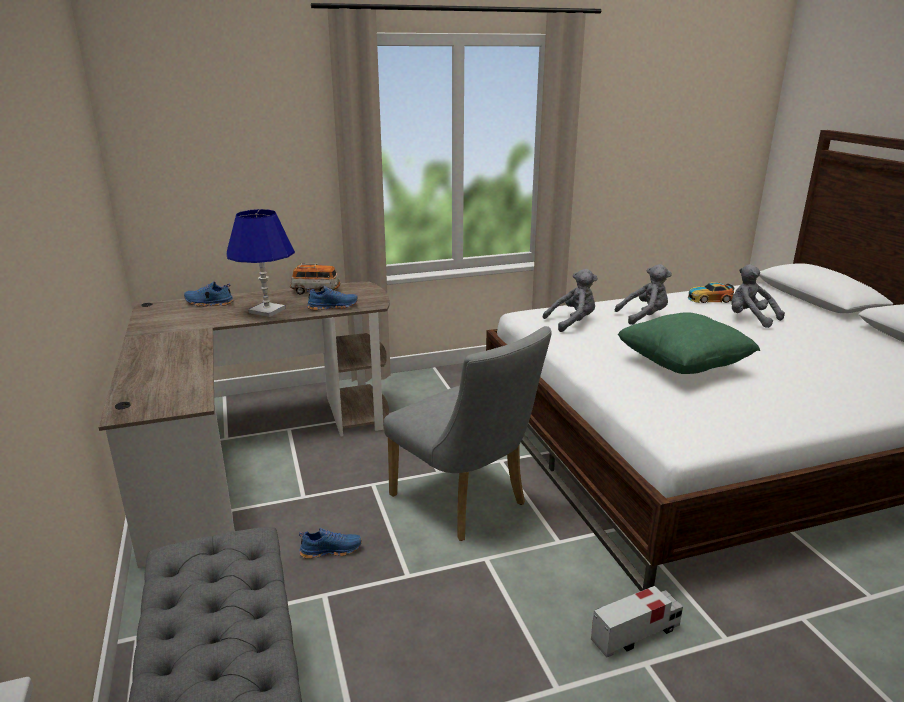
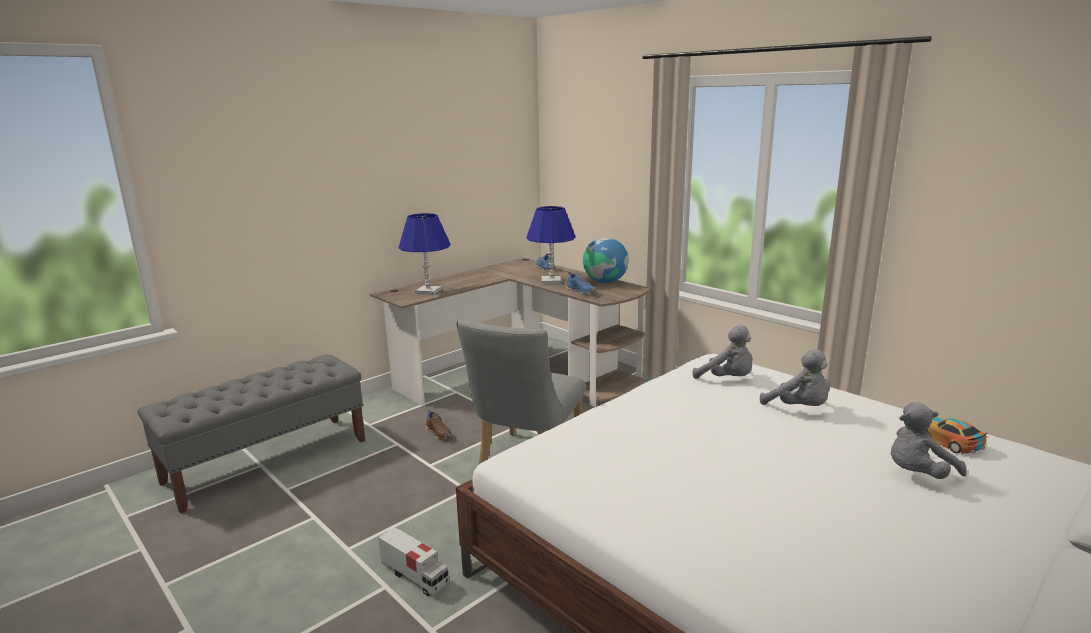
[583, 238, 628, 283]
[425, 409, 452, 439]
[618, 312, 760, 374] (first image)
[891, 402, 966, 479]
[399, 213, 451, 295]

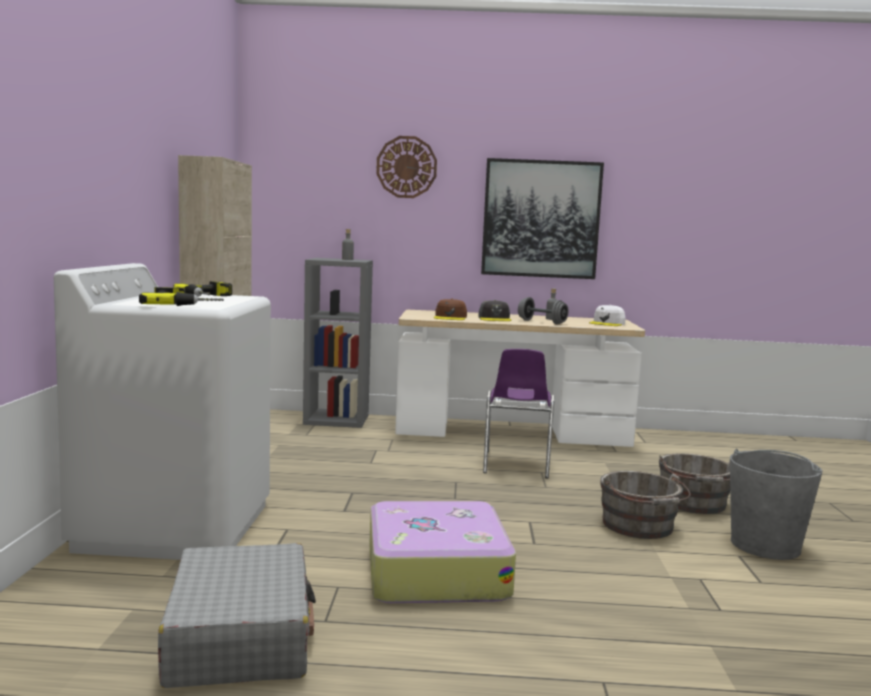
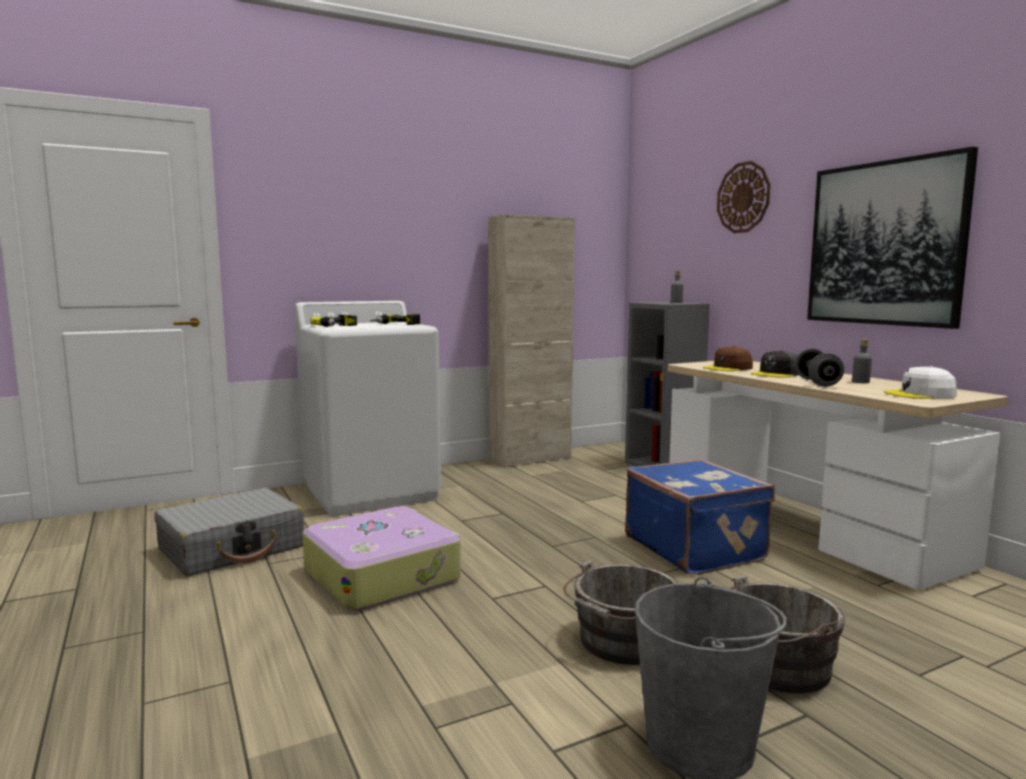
[625, 459, 775, 575]

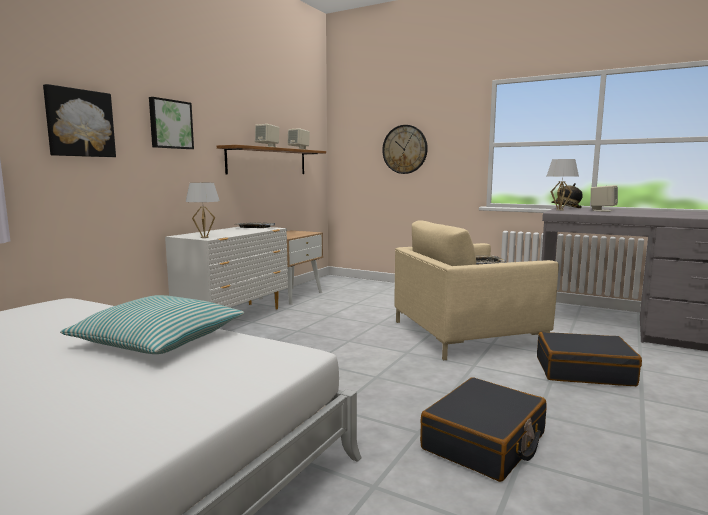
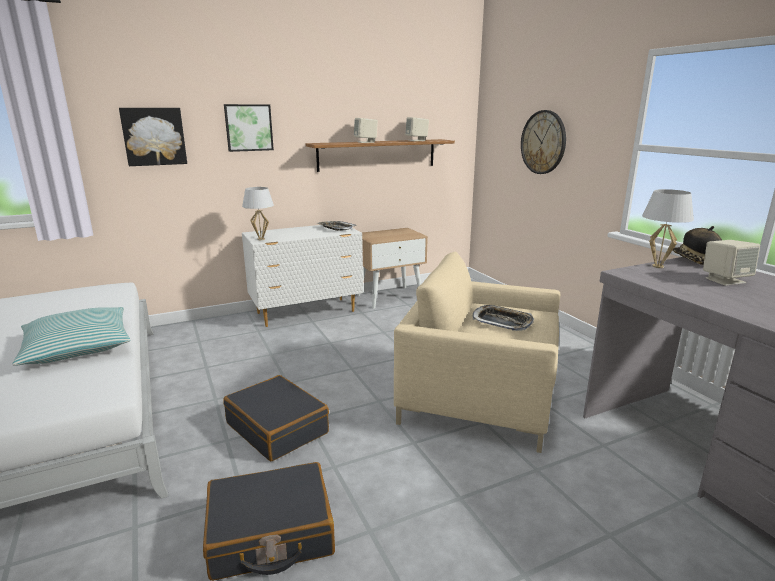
[223, 375, 329, 461]

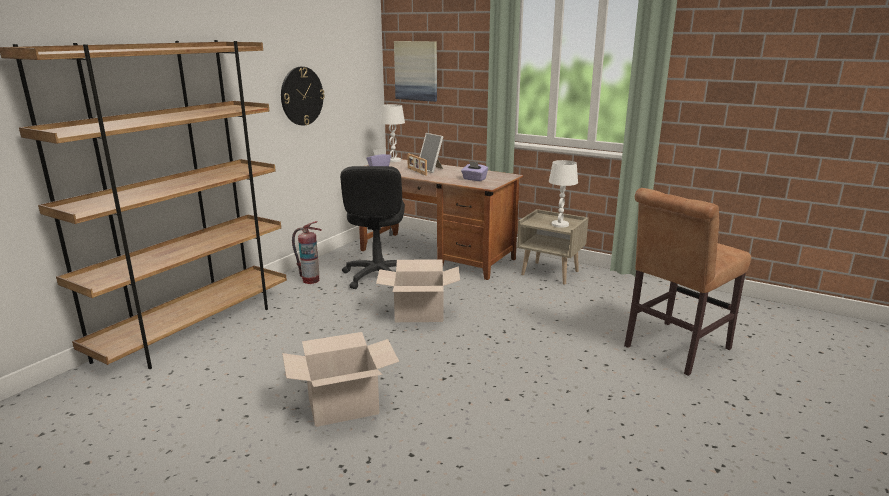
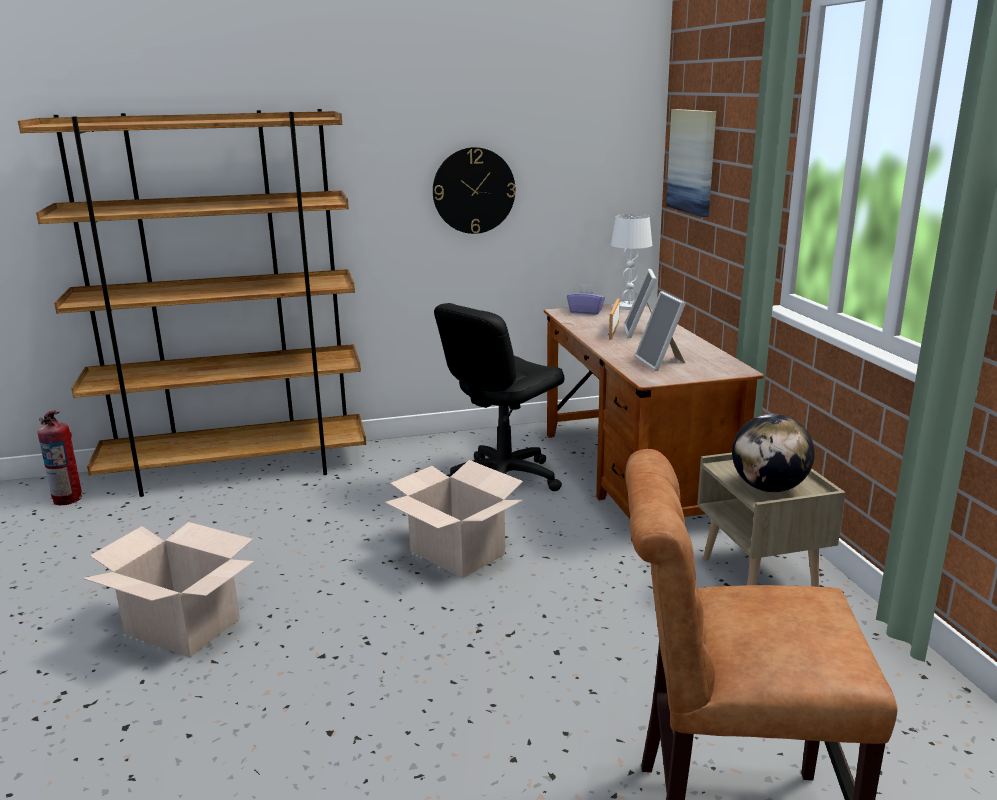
[37, 410, 82, 505]
[635, 291, 686, 371]
[732, 414, 815, 492]

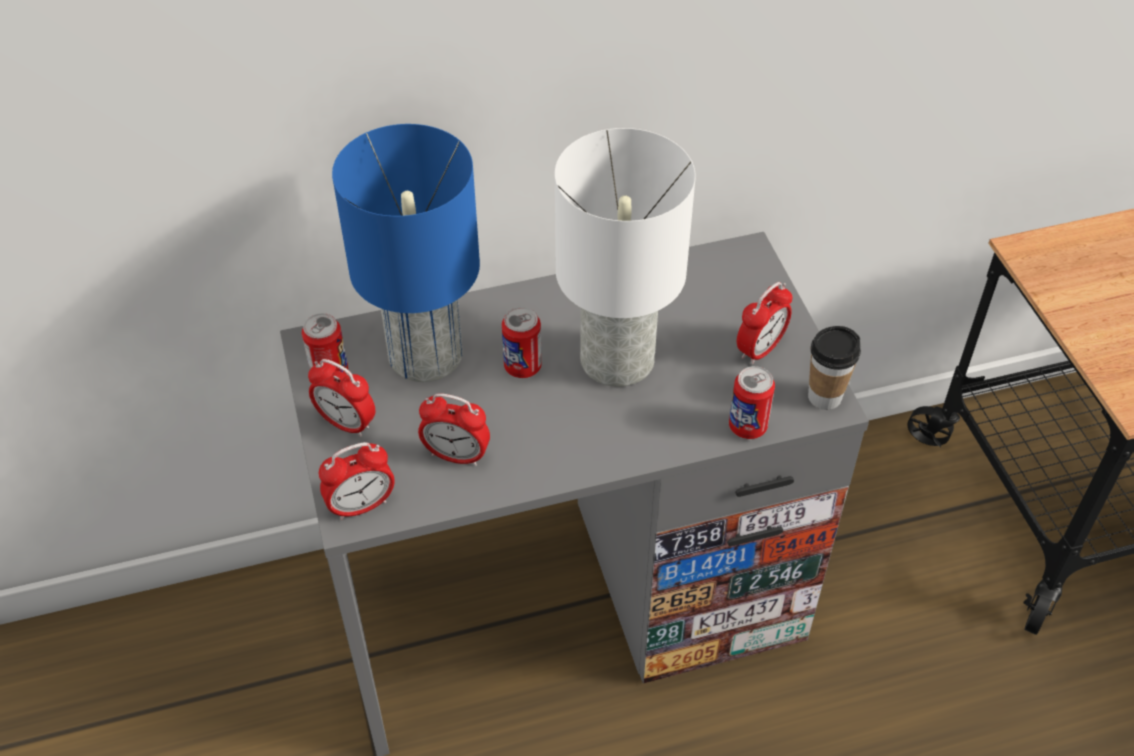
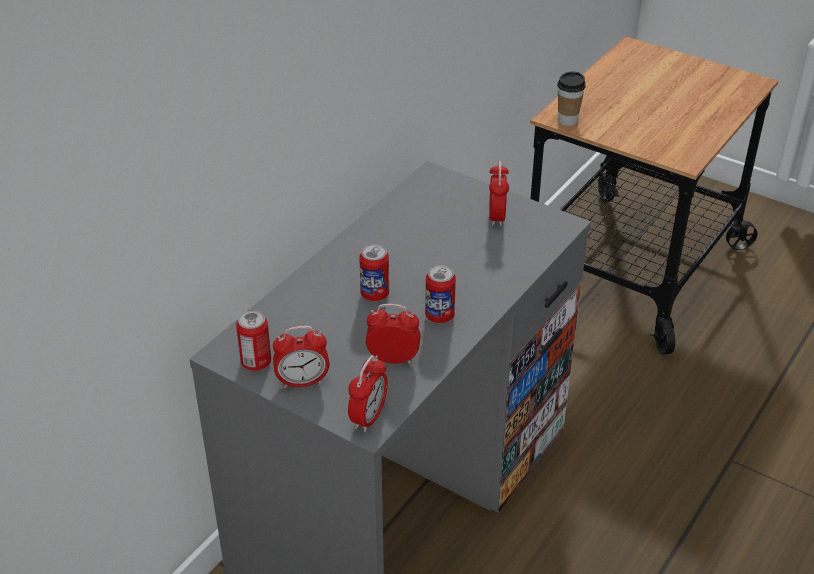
[332, 124, 480, 382] (first image)
[366, 304, 421, 365]
[555, 128, 696, 387] (first image)
[425, 265, 456, 323]
[557, 71, 586, 126]

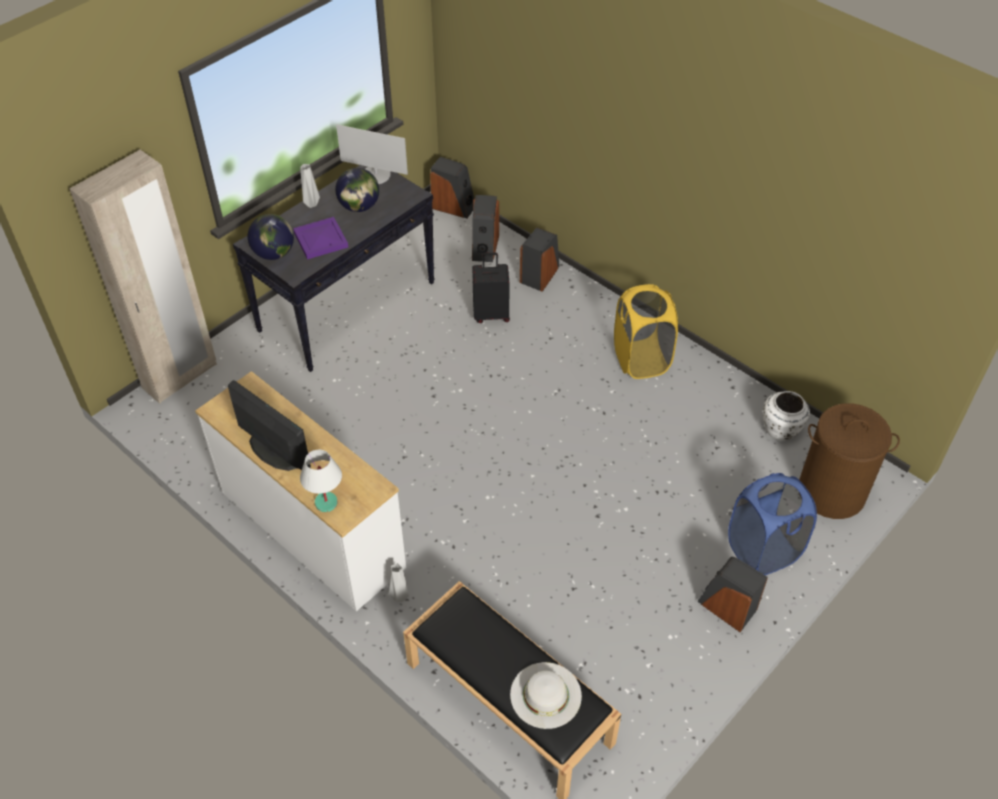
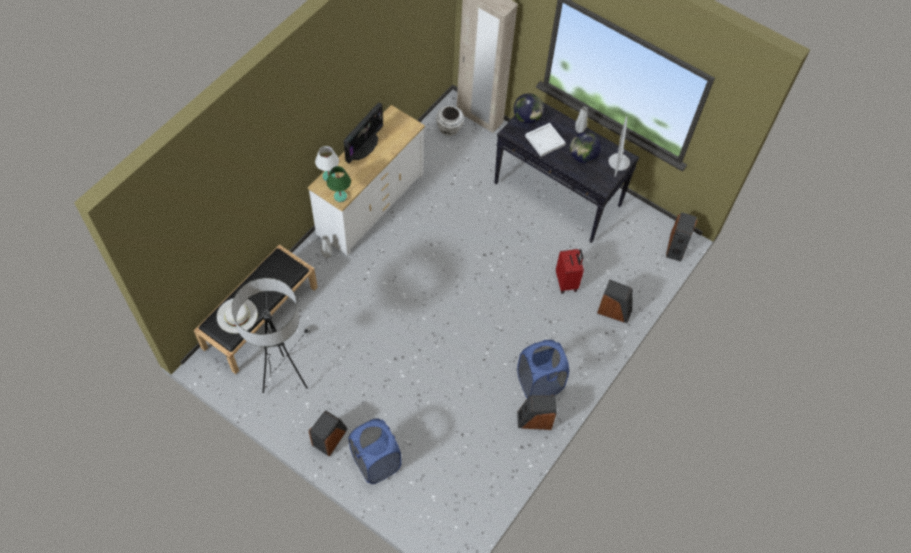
[525, 123, 566, 157]
[517, 395, 557, 430]
[556, 249, 584, 294]
[517, 340, 569, 398]
[436, 106, 464, 136]
[799, 403, 900, 519] (first image)
[232, 278, 311, 393]
[327, 166, 351, 202]

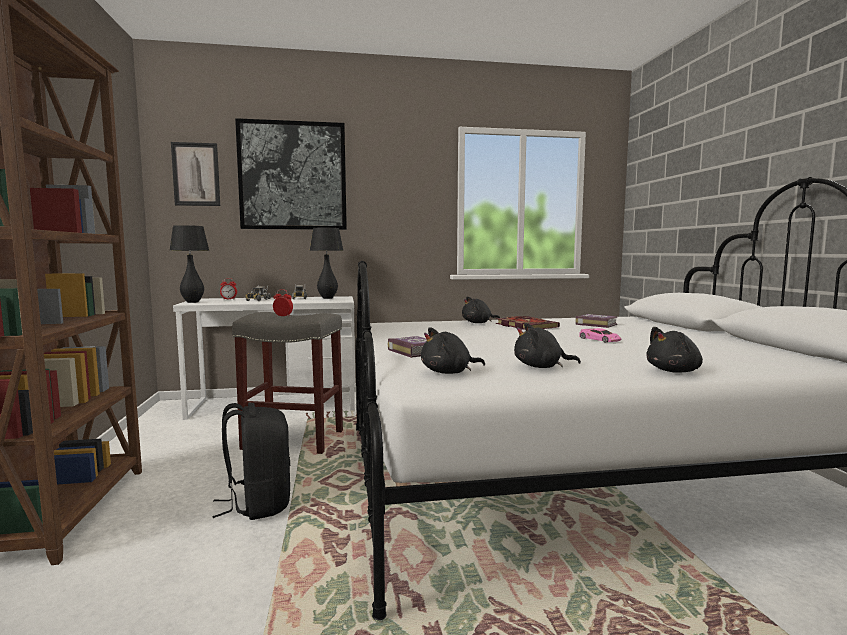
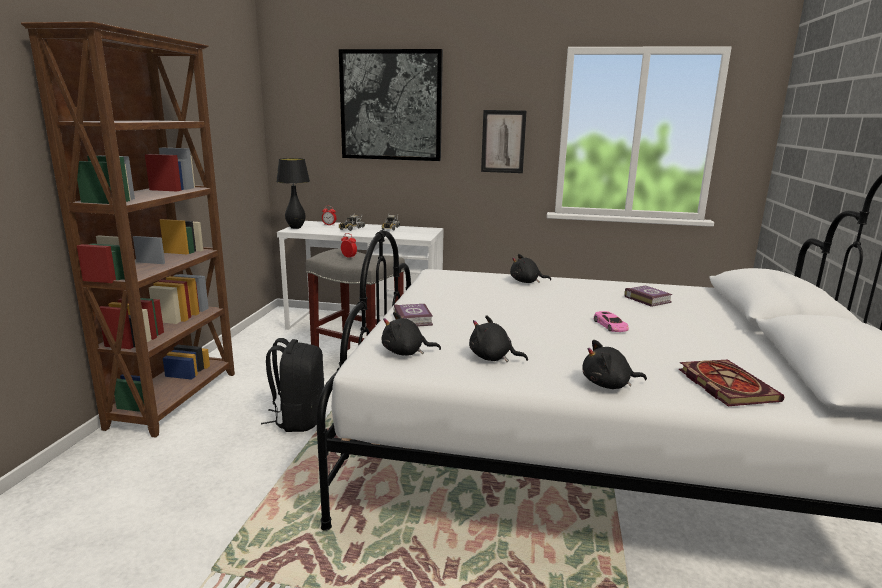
[481, 110, 527, 173]
[310, 228, 344, 299] (first image)
[679, 359, 784, 406]

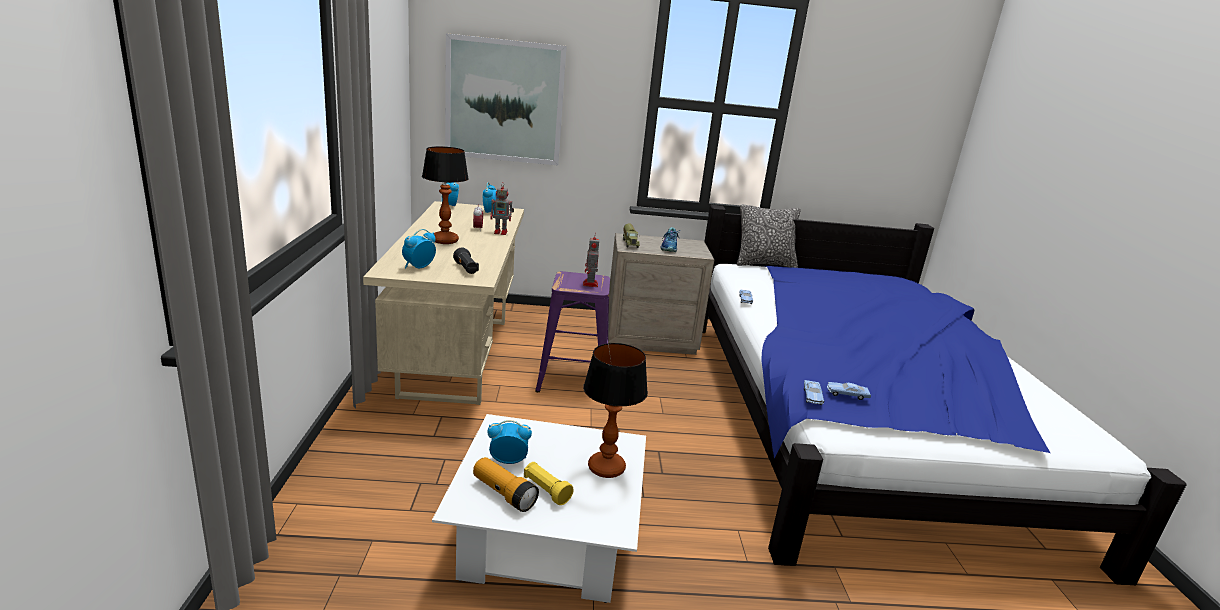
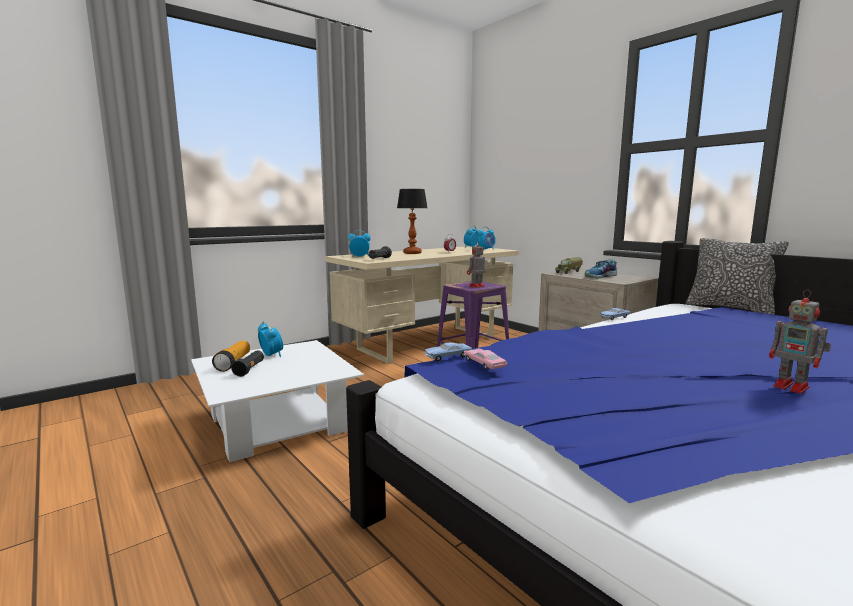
[445, 33, 566, 165] (first image)
[769, 289, 831, 394]
[231, 350, 264, 377]
[583, 343, 648, 478] (first image)
[464, 348, 507, 370]

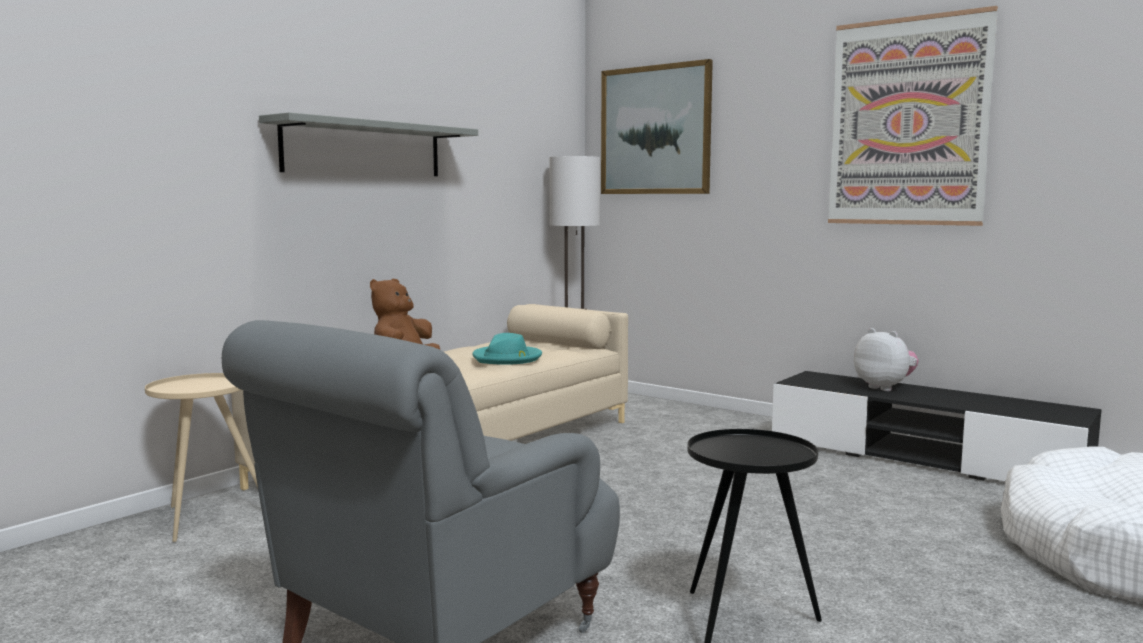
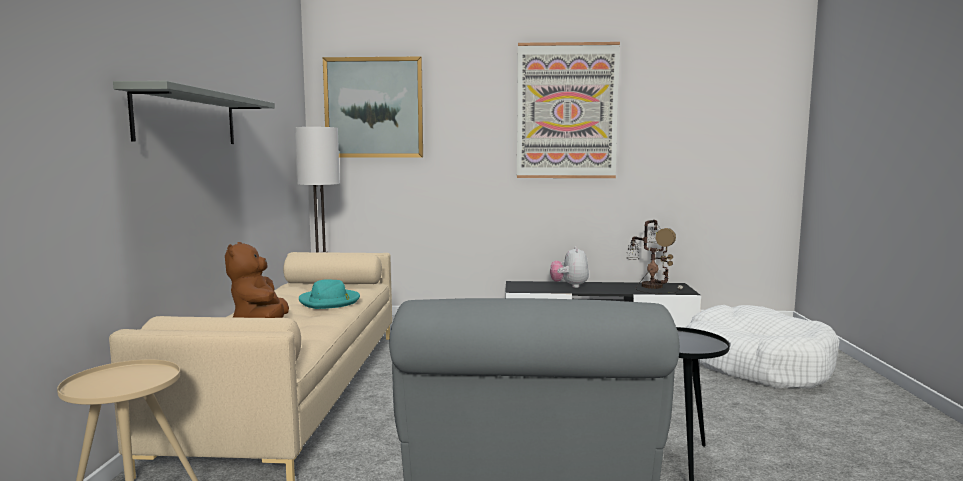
[550, 246, 589, 288]
[626, 220, 683, 294]

